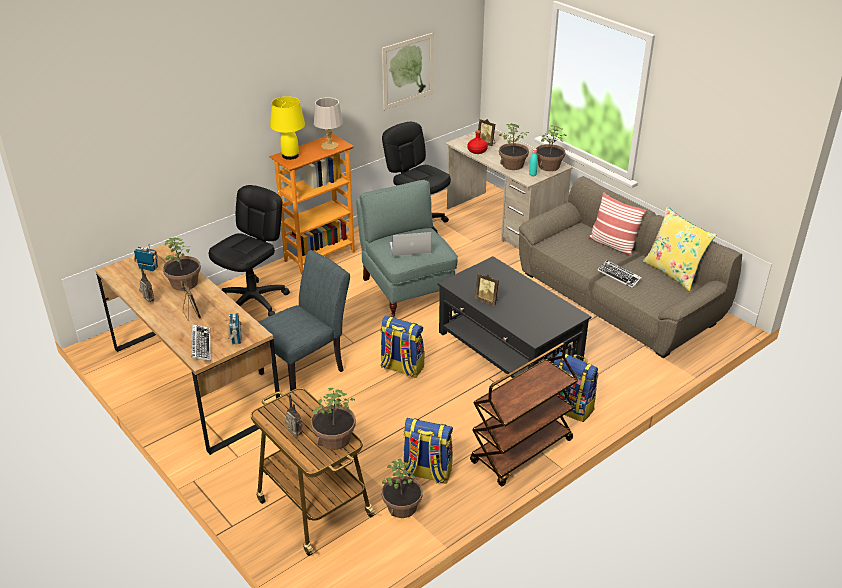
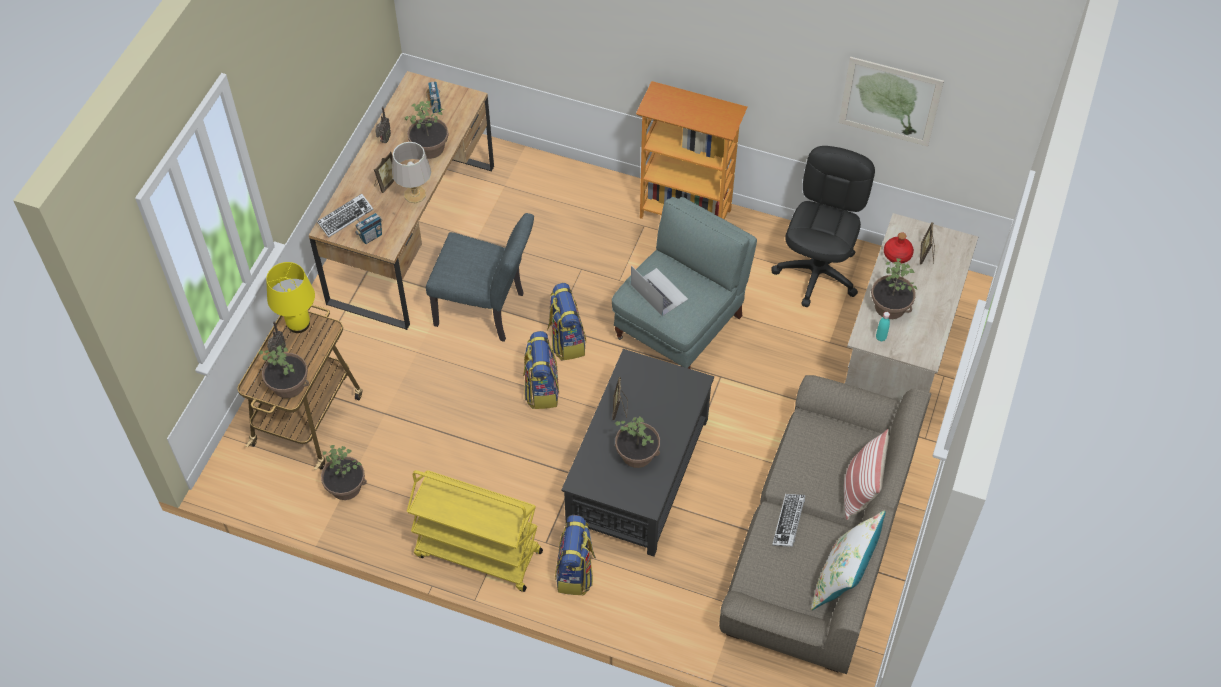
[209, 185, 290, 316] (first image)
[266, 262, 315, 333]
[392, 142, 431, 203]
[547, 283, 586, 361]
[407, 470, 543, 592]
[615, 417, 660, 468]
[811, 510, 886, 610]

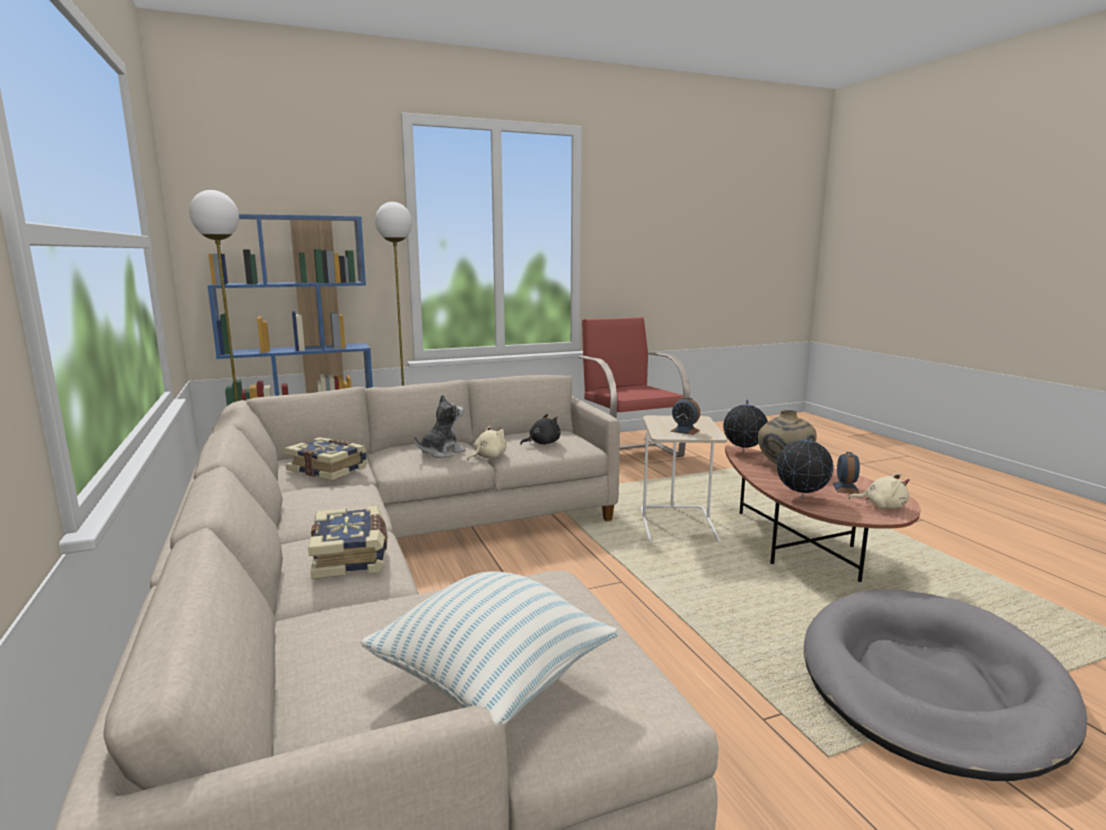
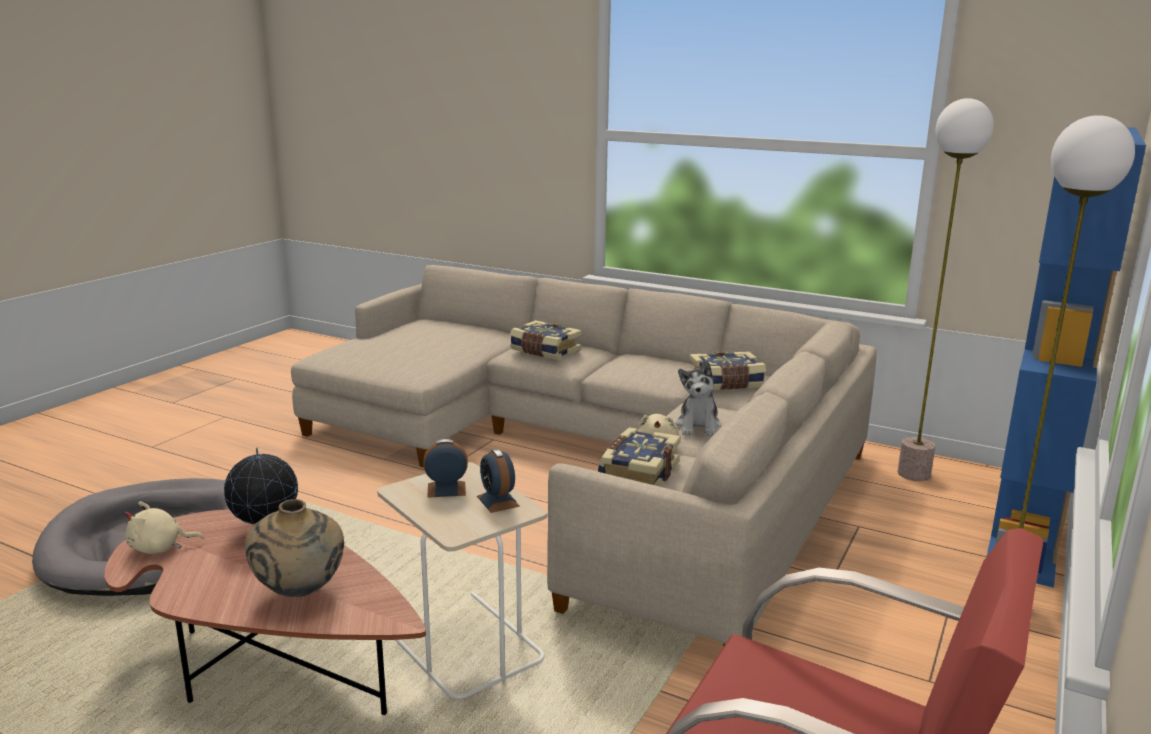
[360, 571, 618, 725] (first image)
[597, 427, 681, 487]
[723, 400, 768, 453] (first image)
[477, 449, 520, 513]

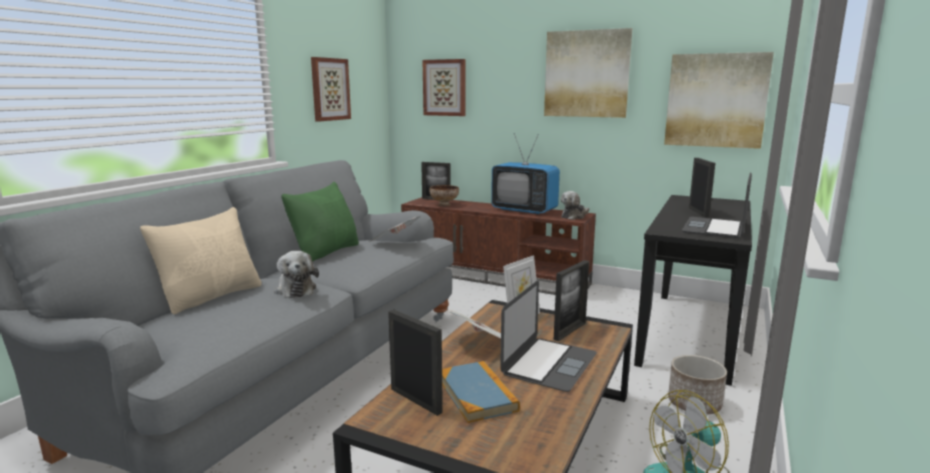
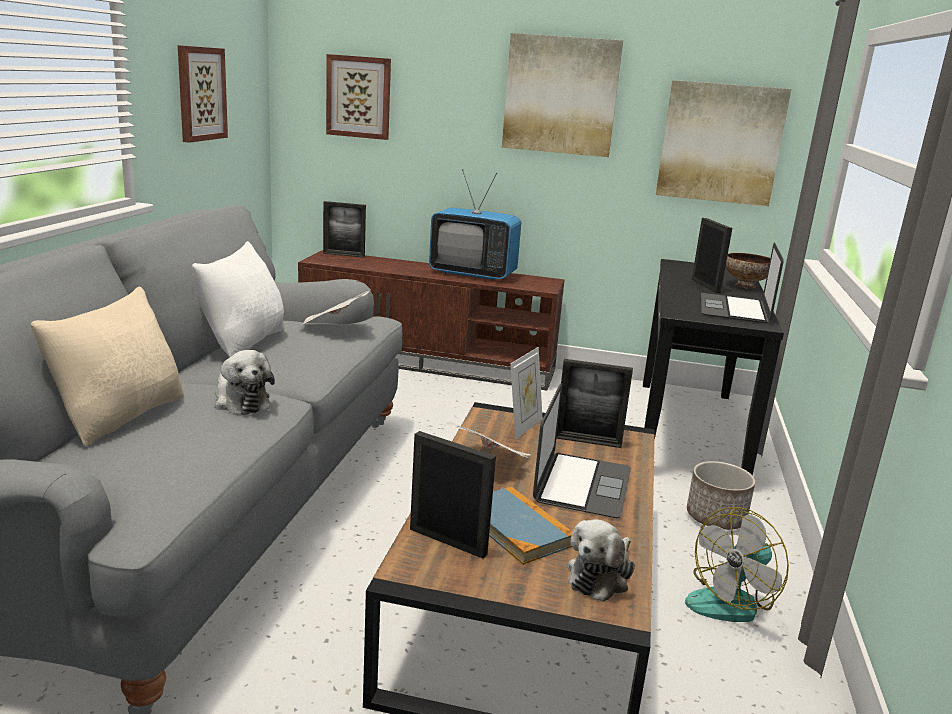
[192, 241, 284, 357]
[726, 253, 770, 289]
[556, 359, 633, 448]
[567, 519, 635, 602]

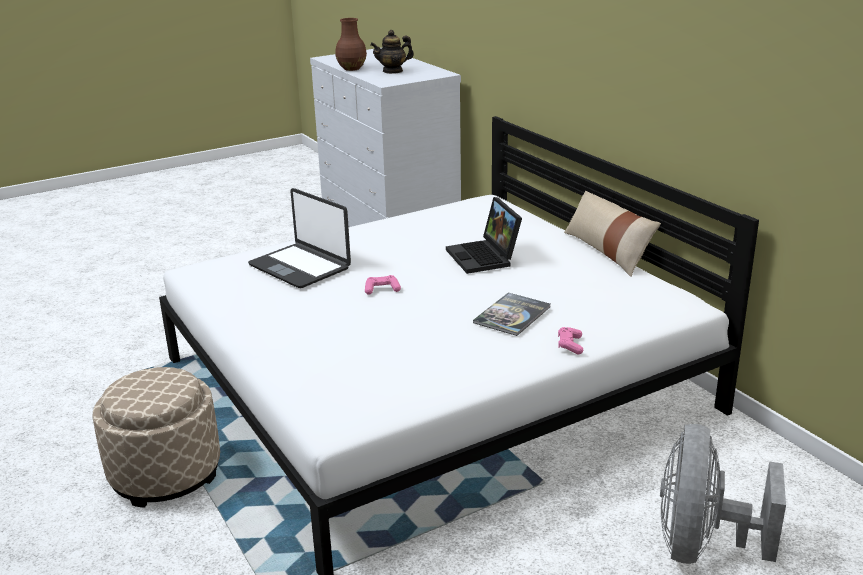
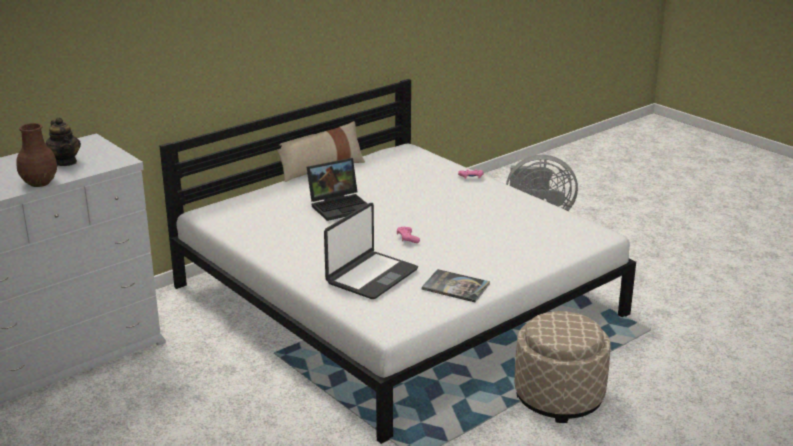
[422, 269, 490, 302]

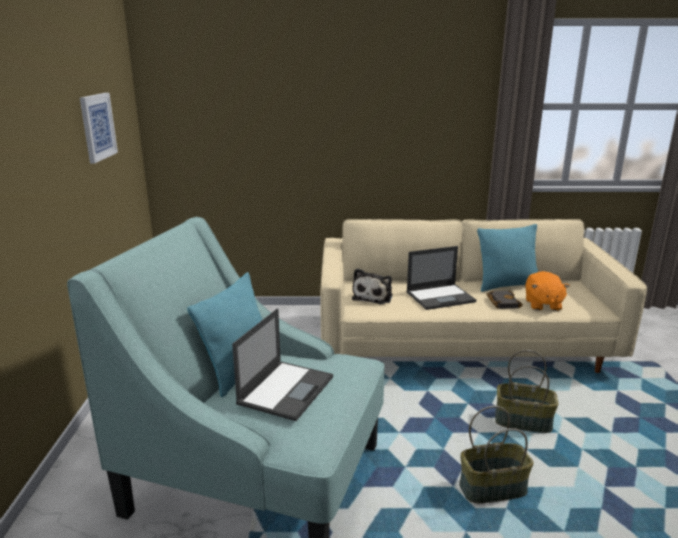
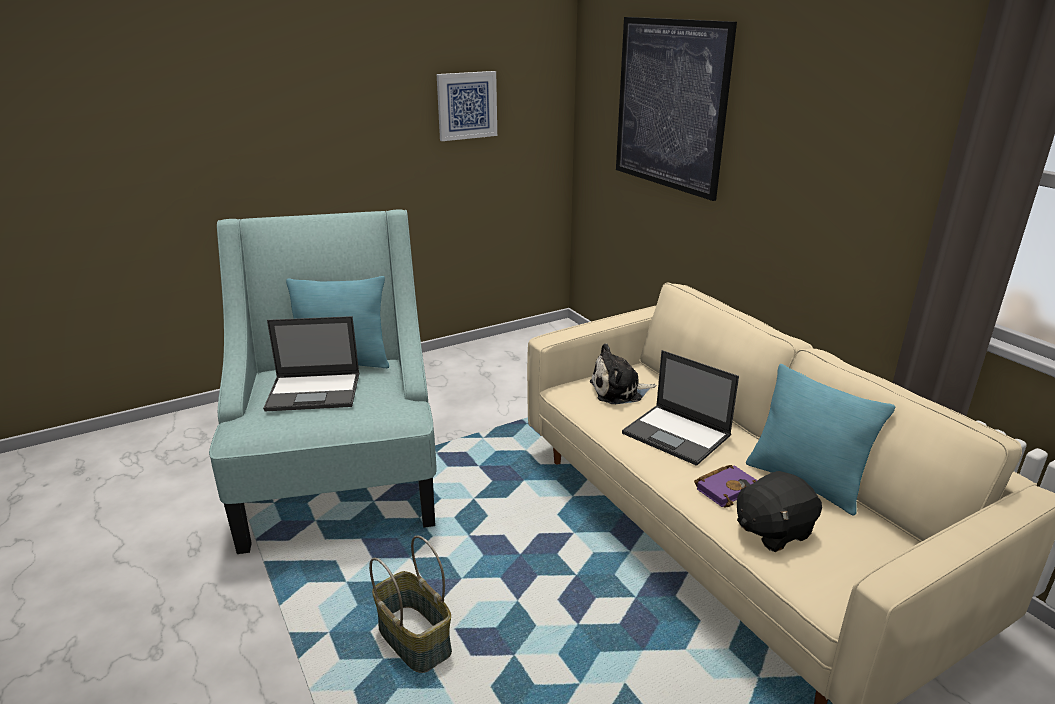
[694, 465, 757, 508]
[495, 350, 558, 433] (first image)
[737, 471, 822, 552]
[616, 17, 737, 201]

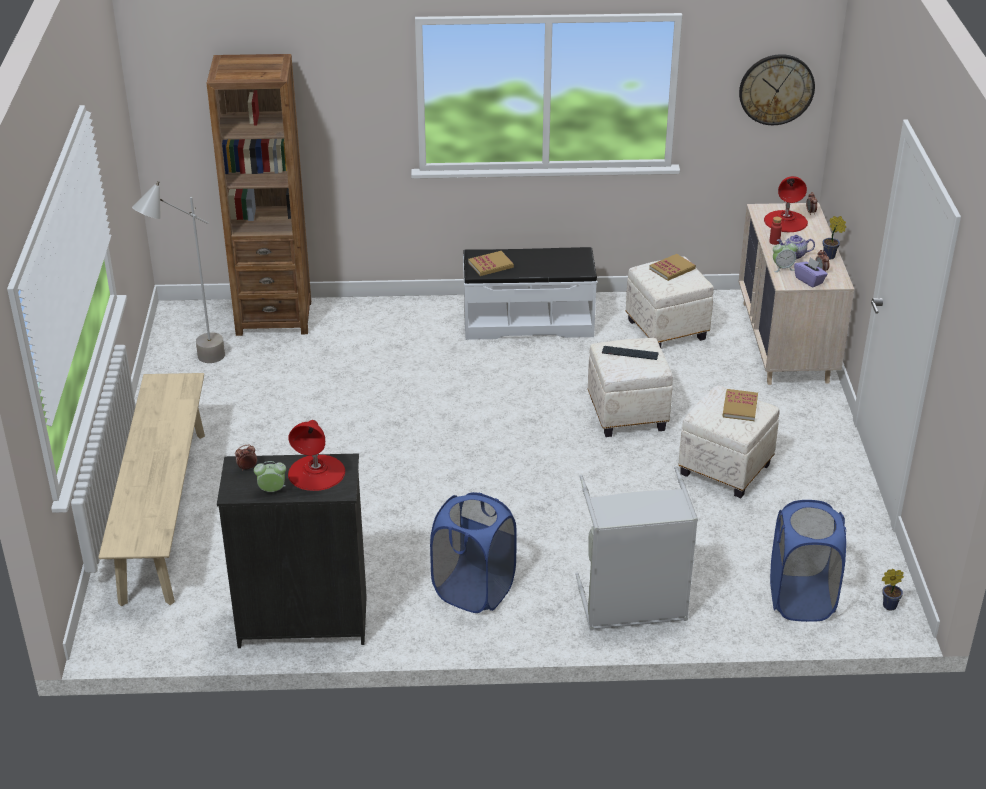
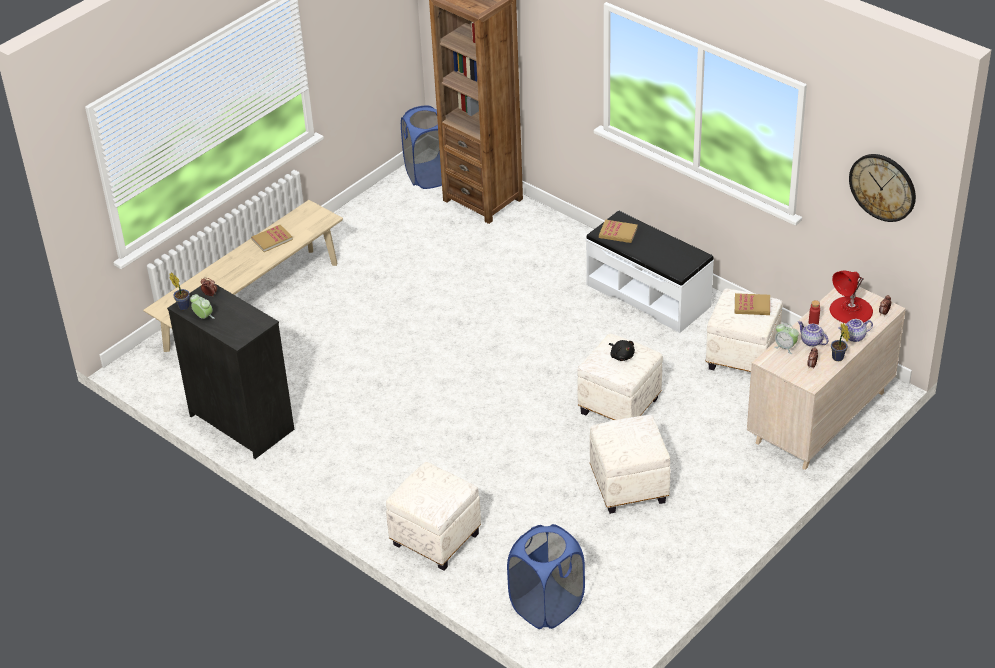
[132, 181, 225, 363] (first image)
[288, 420, 345, 491] (first image)
[401, 105, 442, 189]
[386, 462, 481, 571]
[609, 340, 635, 361]
[251, 225, 293, 252]
[794, 257, 828, 287] (first image)
[169, 272, 190, 310]
[838, 319, 873, 342]

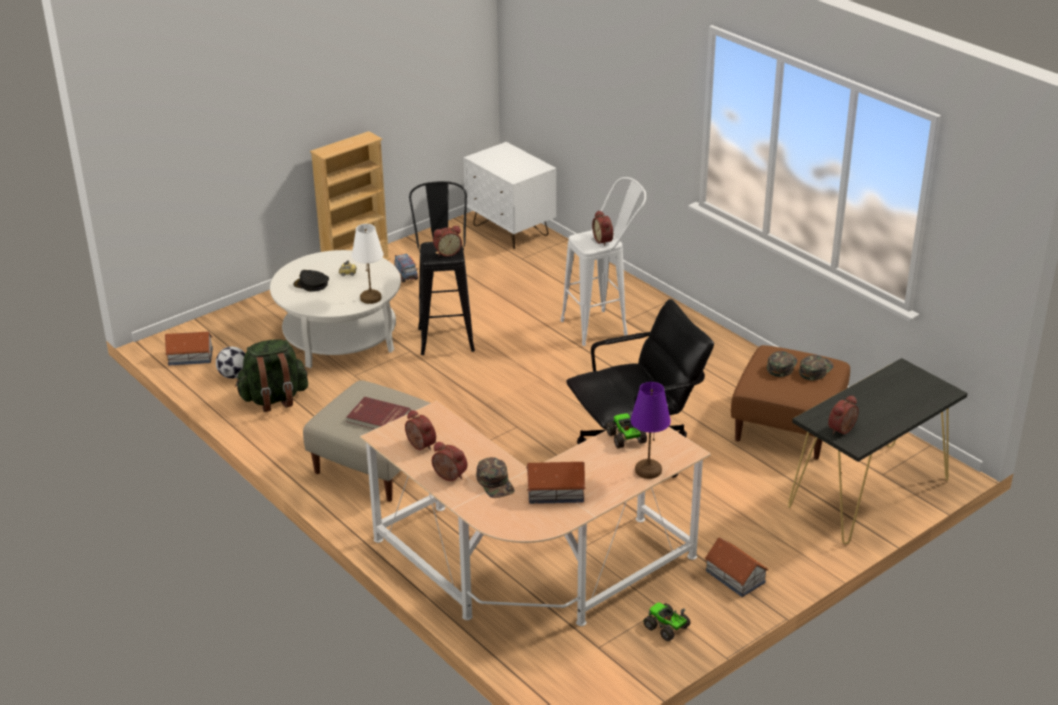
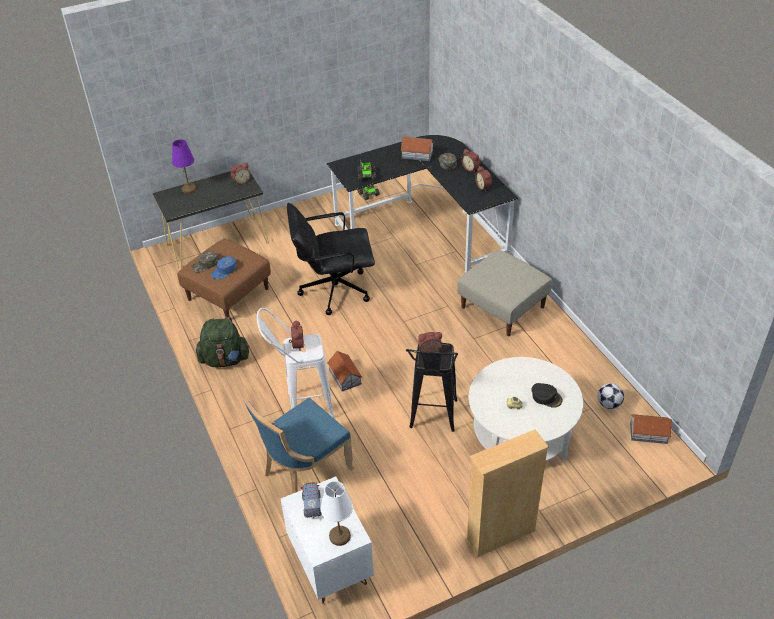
[196, 317, 250, 367]
[346, 397, 411, 429] (first image)
[320, 481, 353, 546]
[327, 135, 518, 273]
[301, 482, 321, 518]
[172, 139, 197, 194]
[327, 351, 362, 392]
[211, 256, 237, 280]
[243, 397, 354, 494]

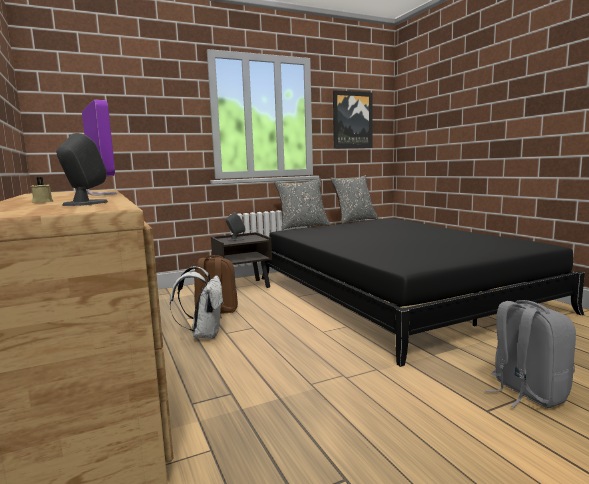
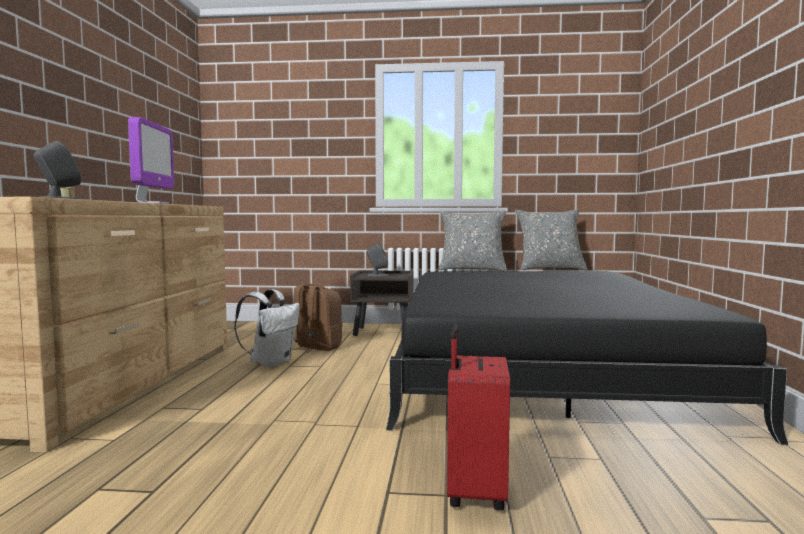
[333, 90, 373, 149] (first image)
[447, 324, 510, 510]

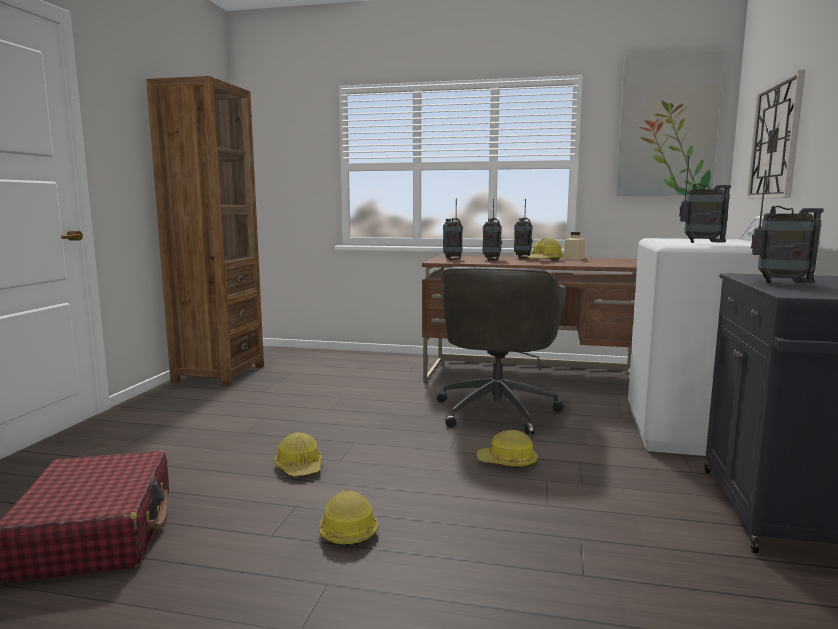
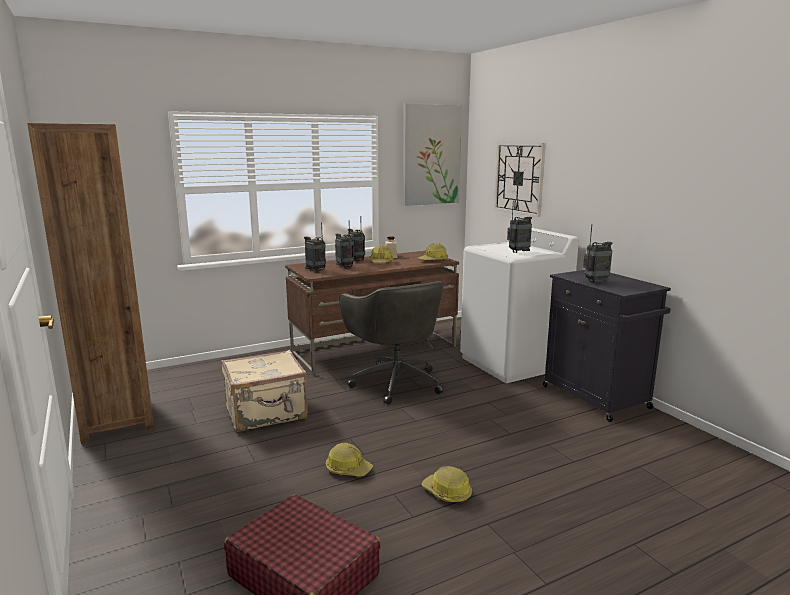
[418, 243, 448, 260]
[221, 350, 308, 432]

